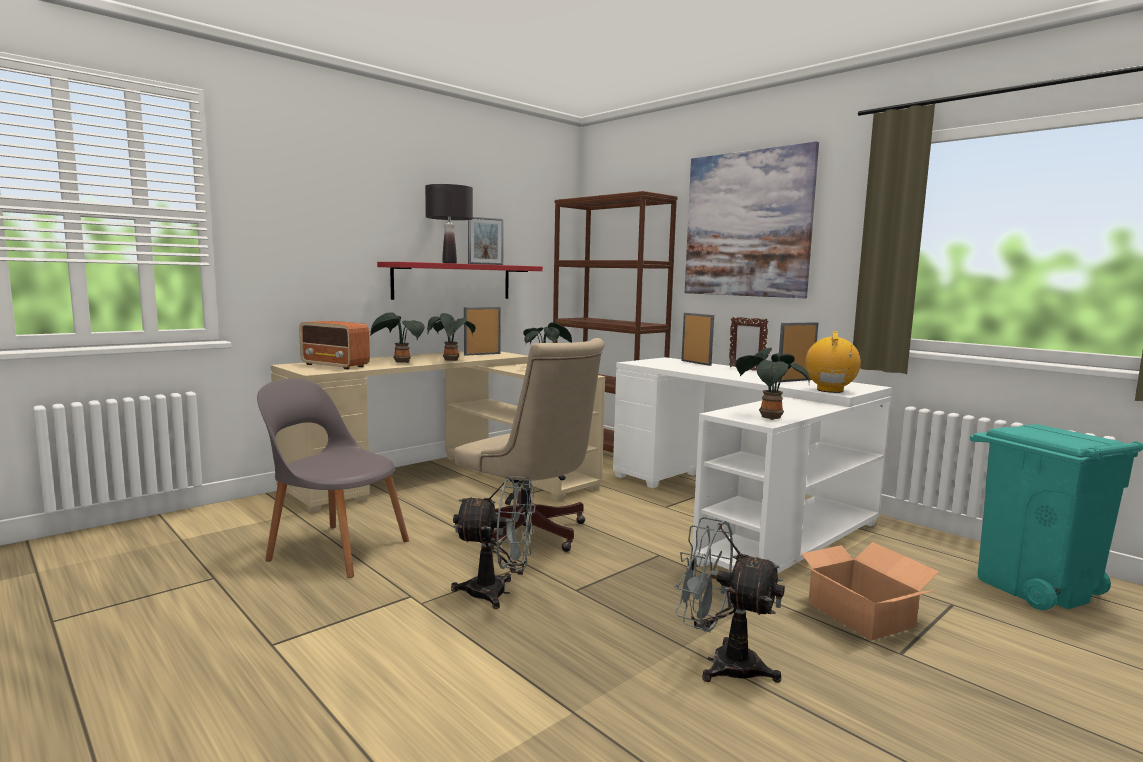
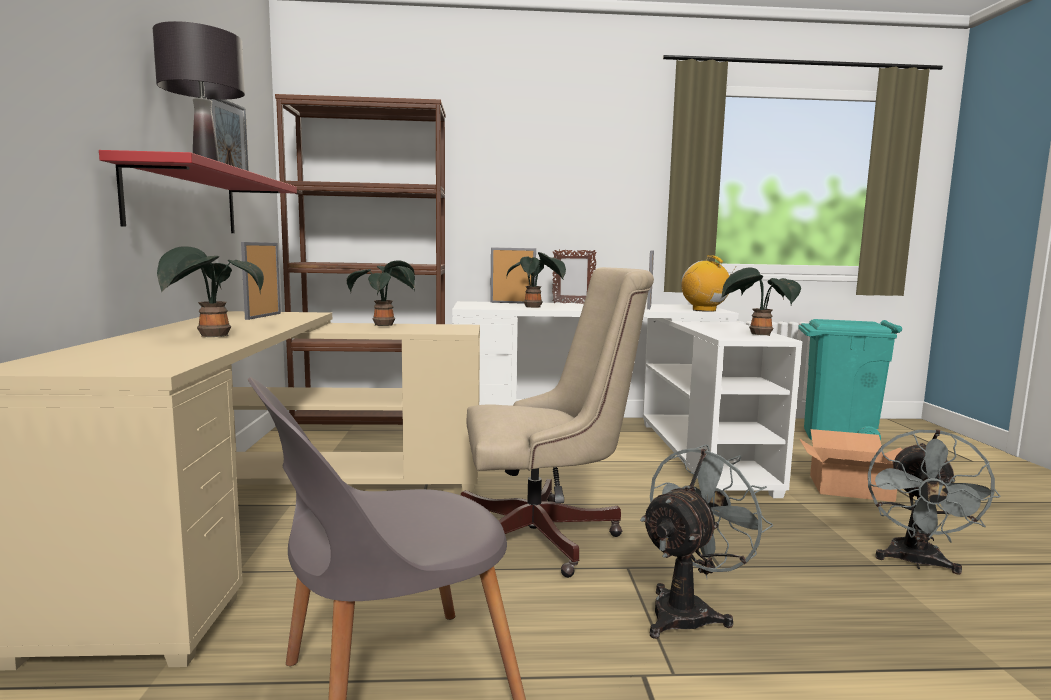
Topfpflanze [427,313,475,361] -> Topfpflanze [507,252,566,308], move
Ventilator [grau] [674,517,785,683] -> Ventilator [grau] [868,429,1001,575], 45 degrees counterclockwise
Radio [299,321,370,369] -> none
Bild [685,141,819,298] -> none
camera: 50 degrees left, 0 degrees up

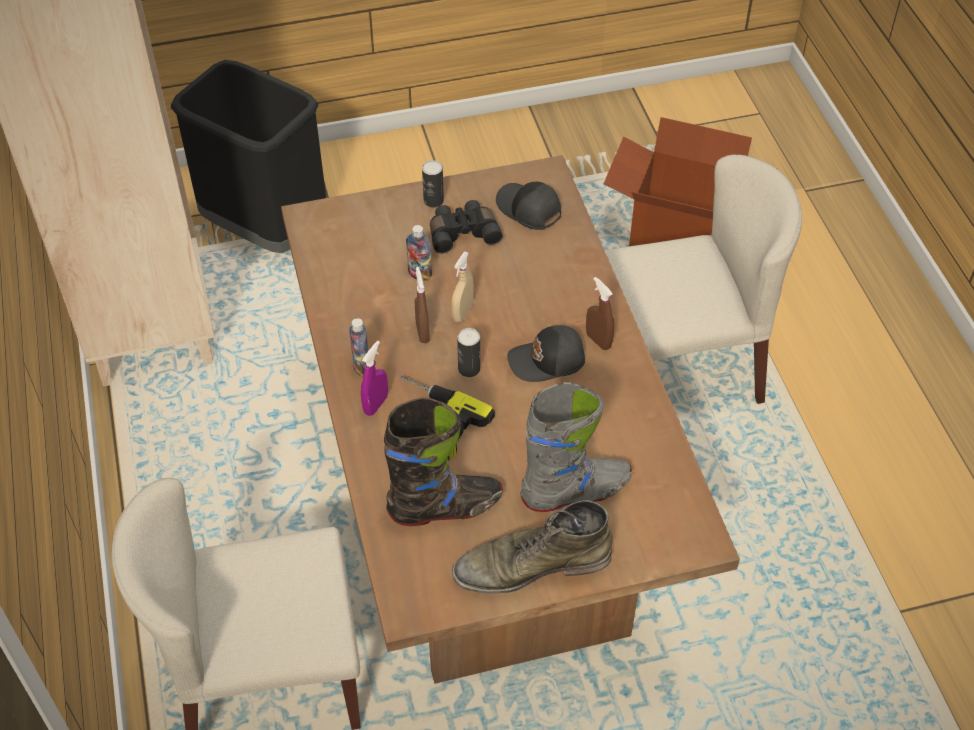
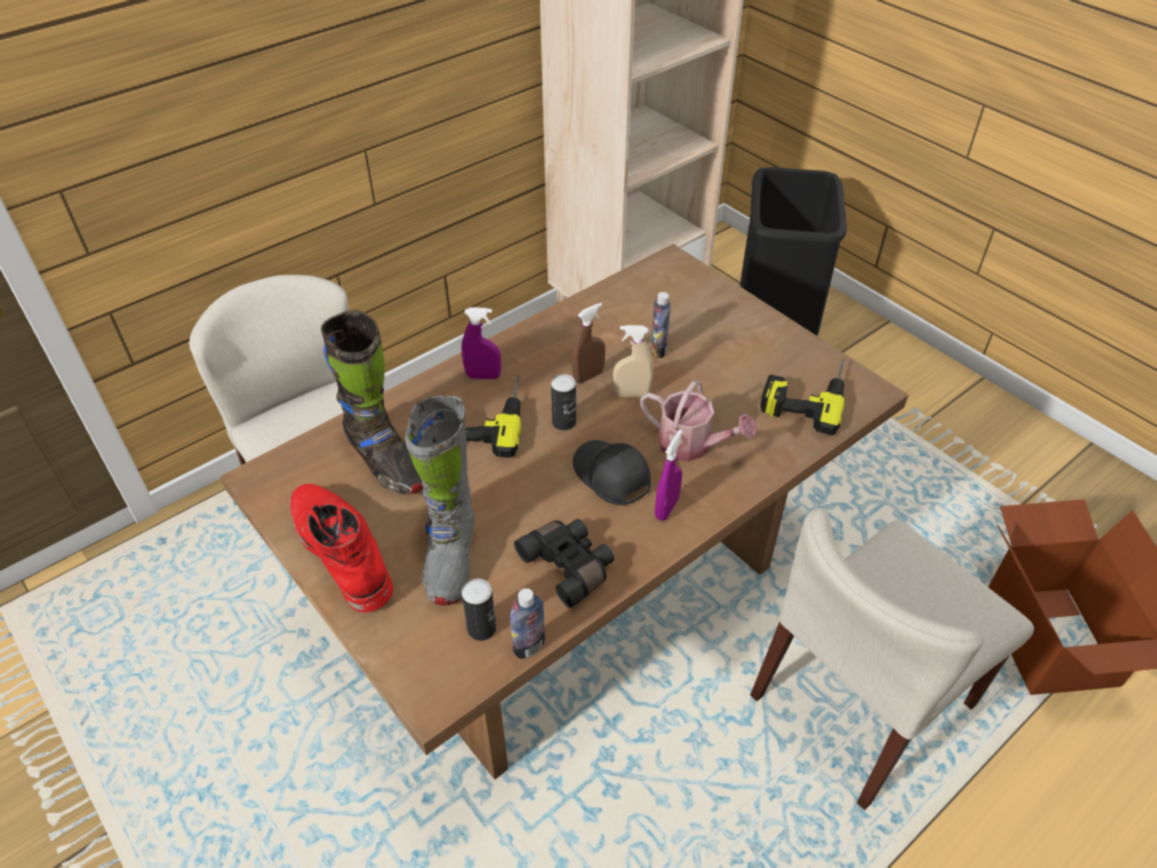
Stiefel [grün] [452,500,613,594] -> Stiefel [rot] [290,484,393,613]
Stiefel [grau] [521,382,632,512] -> Stiefel [grau] [404,395,474,606], 45 degrees clockwise
Dose [422,160,444,208] -> Dose [462,578,496,641], move
Flasche [349,318,369,377] -> Flasche [510,588,545,659], move
Fernglas [schwarz] [430,200,503,254] -> Fernglas [schwarz] [514,519,614,608], move
none -> Gießkanne [640,381,757,462]
Sprühflasche [braun] [586,277,614,350] -> Sprühflasche [lila] [655,430,683,521]
Stuhl [beige] [605,155,802,404] -> Stuhl [beige] [750,508,1034,810], 90 degrees clockwise
Kappe [schwarz] [496,182,561,230] -> Bohrmaschine [760,359,845,435]
camera: 65 degrees right, 5 degrees down

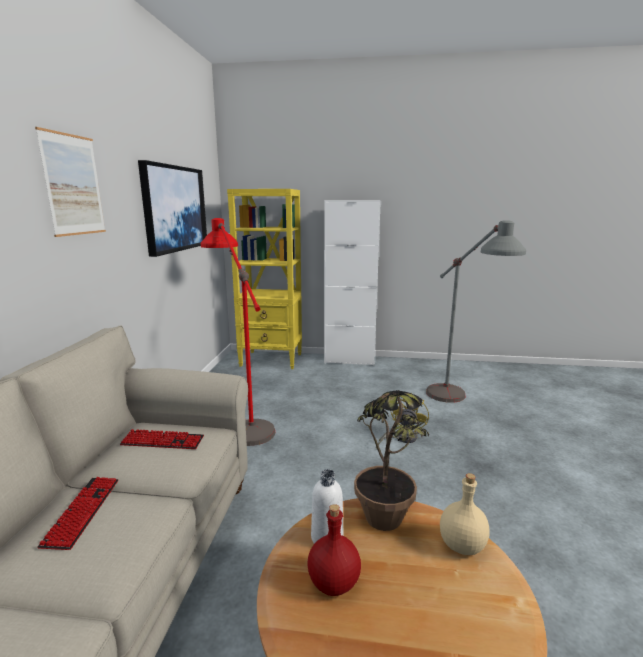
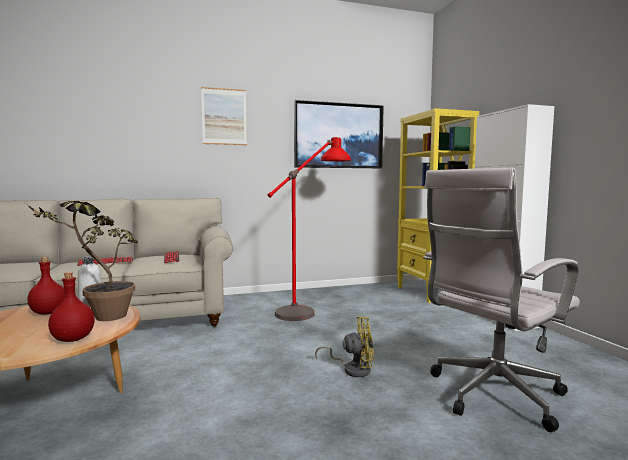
Flasche [beige] [440,473,489,555] -> Flasche [rot] [48,272,95,342]
Stehlampe [grau] [426,220,526,403] -> Bürostuhl [weiß] [423,168,580,432]
camera: 65 degrees right, 10 degrees down

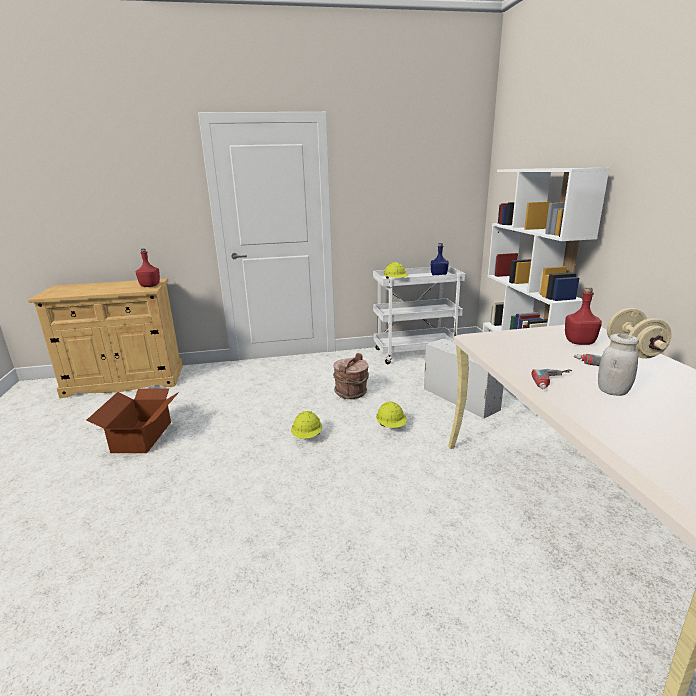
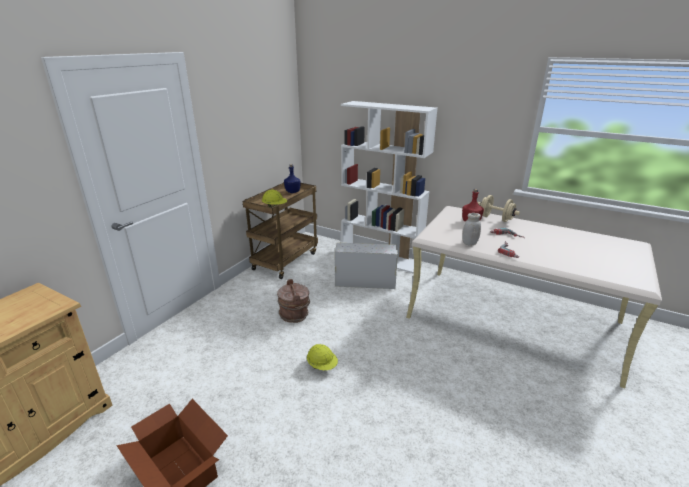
Rollwagen [weiß] [373,266,465,364] -> Rollwagen [braun] [243,182,318,279]
Vorratsglas [weiß] [598,334,639,396] -> Vorratsglas [weiß] [462,213,481,246], move
Flasche [rot] [136,249,160,287] -> none
Schutzhelm [gelb] [376,402,407,428] -> none
camera: 50 degrees left, 5 degrees up

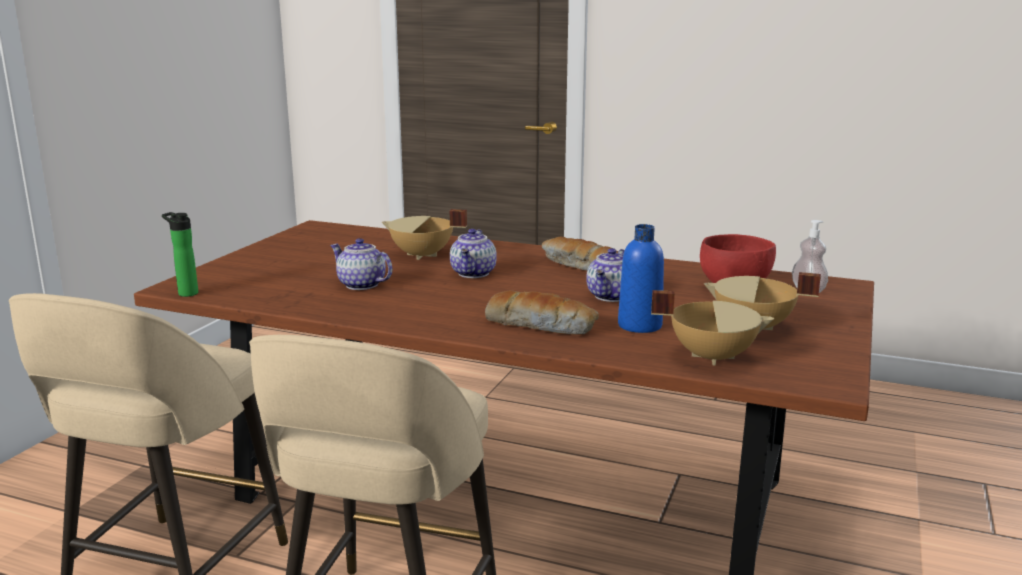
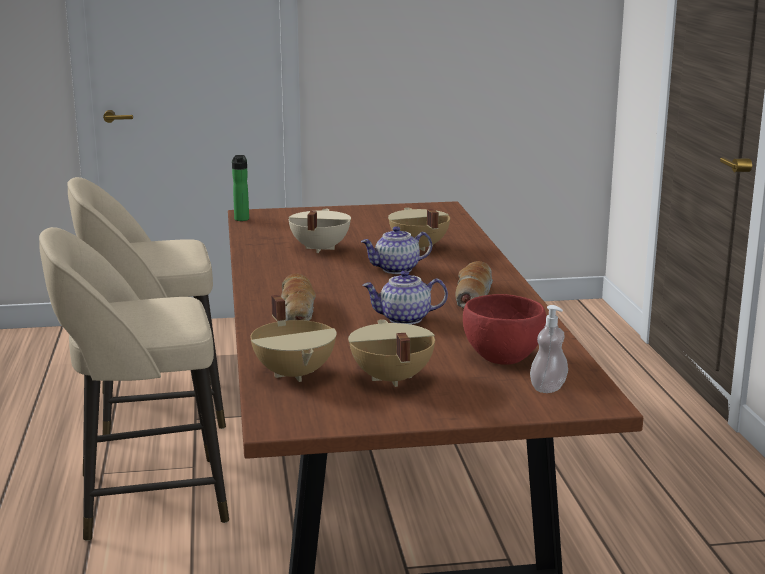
Teekanne [330,238,392,290] -> Kochtopf [beige] [289,209,351,253]
Flasche [blau] [618,224,664,333] -> none
camera: 60 degrees right, 0 degrees up

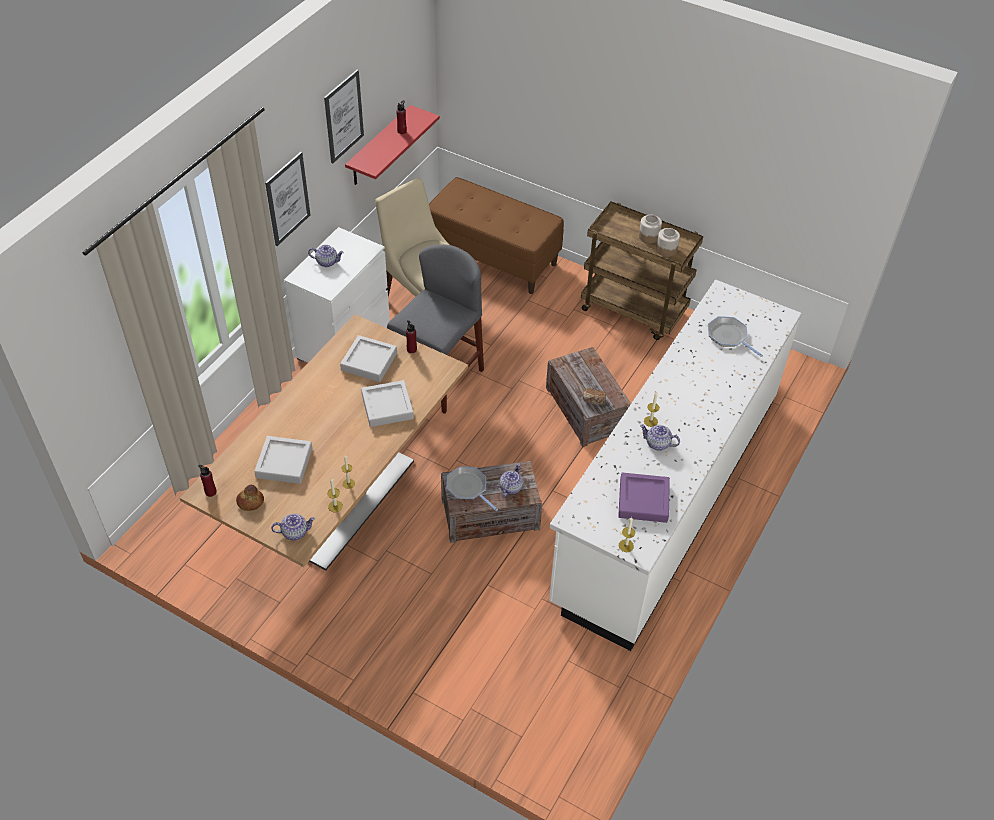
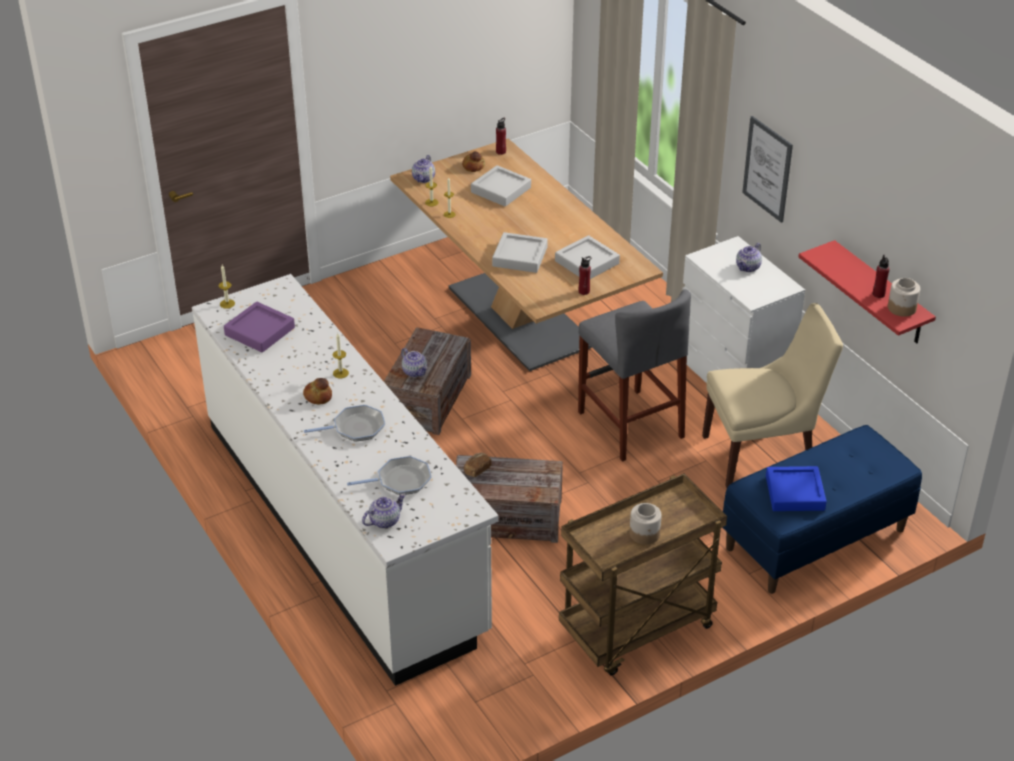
none -> Brot [303,378,332,404]
Pfanne [446,466,498,511] -> Pfanne [304,405,385,442], move
Teekanne [640,424,680,450] -> Teekanne [362,493,406,528], move
Bank [braun] [429,177,564,294] -> Bank [blau] [722,425,922,594]
none -> Tablett [blau] [766,466,827,511]
Vorratsglas [656,228,680,257] -> Vorratsglas [888,278,920,317], move
Bild [324,70,364,164] -> none
camera: 120 degrees right, 10 degrees down

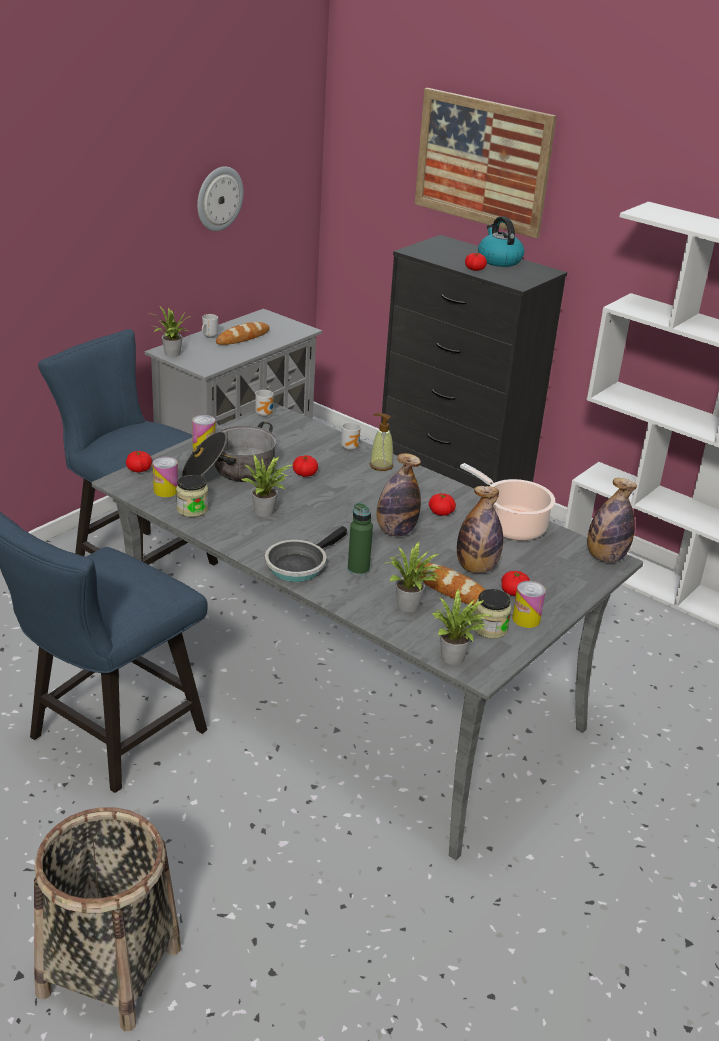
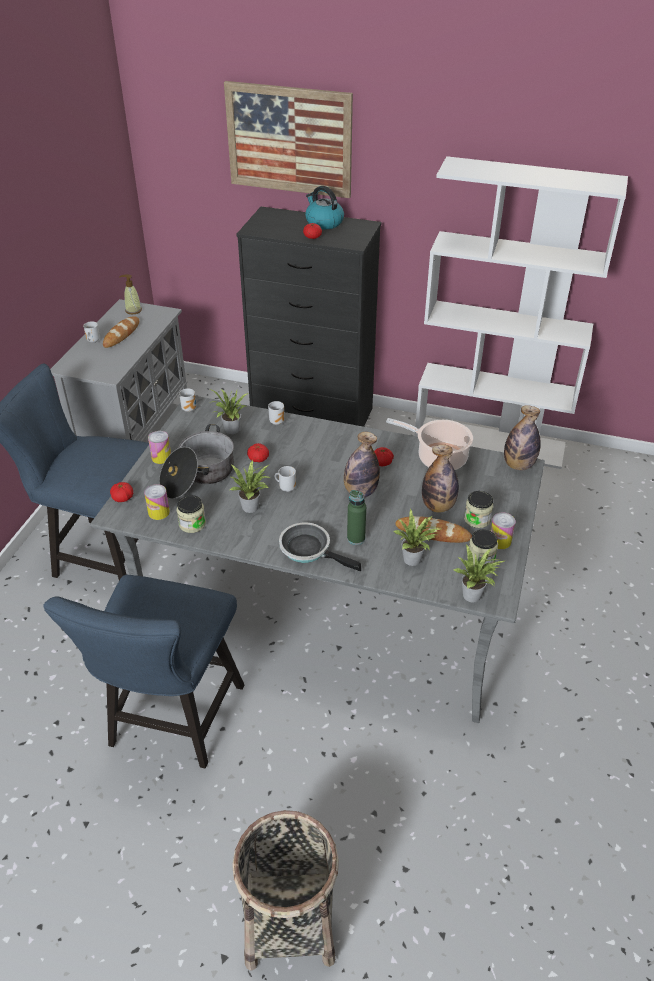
Seifenspender [369,413,393,471] -> Seifenspender [119,275,142,314], move
Topfpflanze [153,306,191,357] -> Topfpflanze [209,389,248,434], move
none -> Henkelbecher [274,466,296,492]
Pfanne [265,526,347,582] -> Pfanne [279,522,361,572], 105 degrees clockwise
Tomate [501,571,530,596] -> Vorratsglas [464,491,493,528]
Wanduhr [197,166,244,231] -> none
camera: 20 degrees left, 10 degrees up

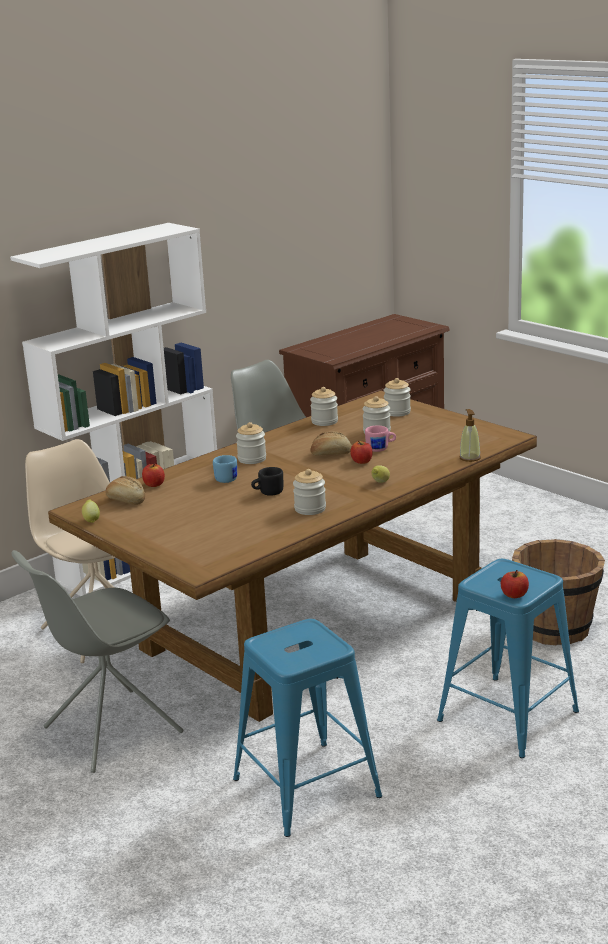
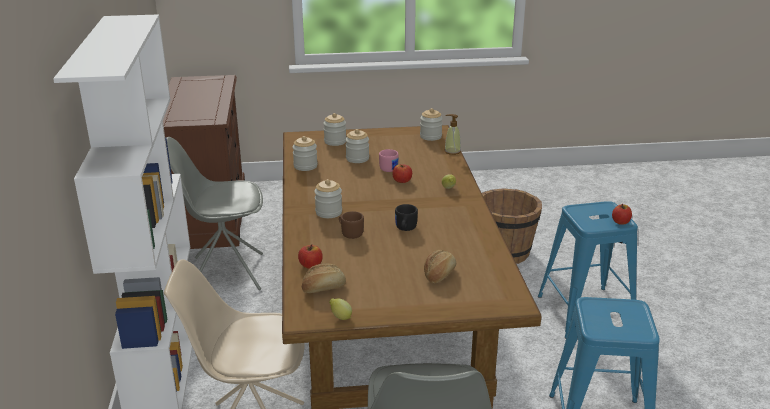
Henkelbecher [blau] [213,455,237,483] -> Henkelbecher [braun] [339,211,364,239]
Vorratsglas [293,469,326,515] -> Vorratsglas [420,108,443,141], move
Brot [310,431,352,456] -> Brot [424,250,456,283], move
camera: 55 degrees left, 5 degrees up

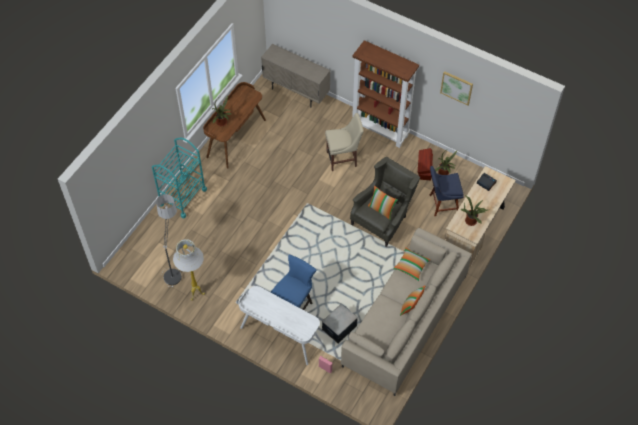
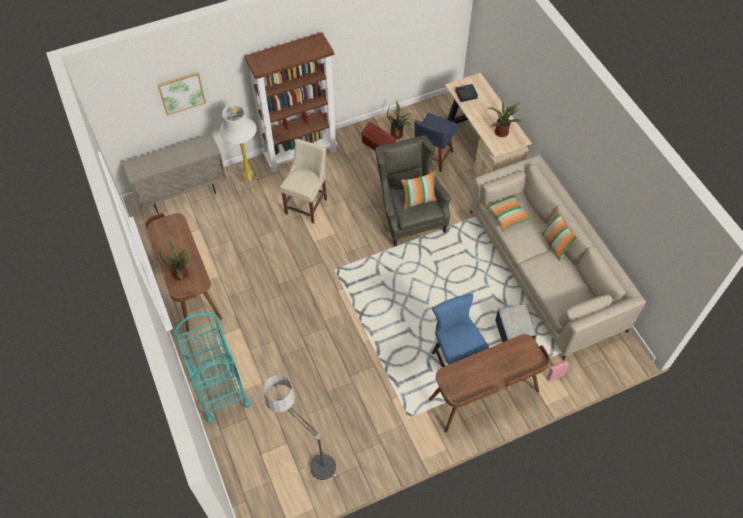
Bild [440,71,473,105] -> Bild [157,72,206,116], move
Stehlampe [weiß] [173,239,205,300] -> Stehlampe [weiß] [220,104,257,191], move
Schreibtisch [weiß] [239,286,322,365] -> Schreibtisch [braun] [428,334,550,433]
camera: 55 degrees left, 0 degrees up

